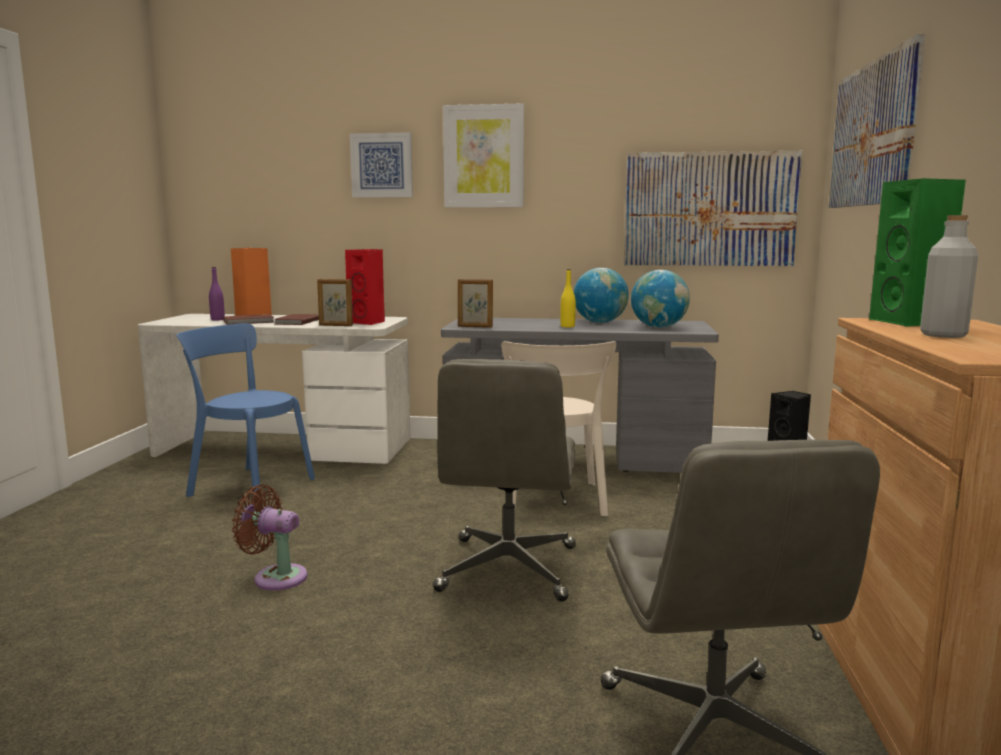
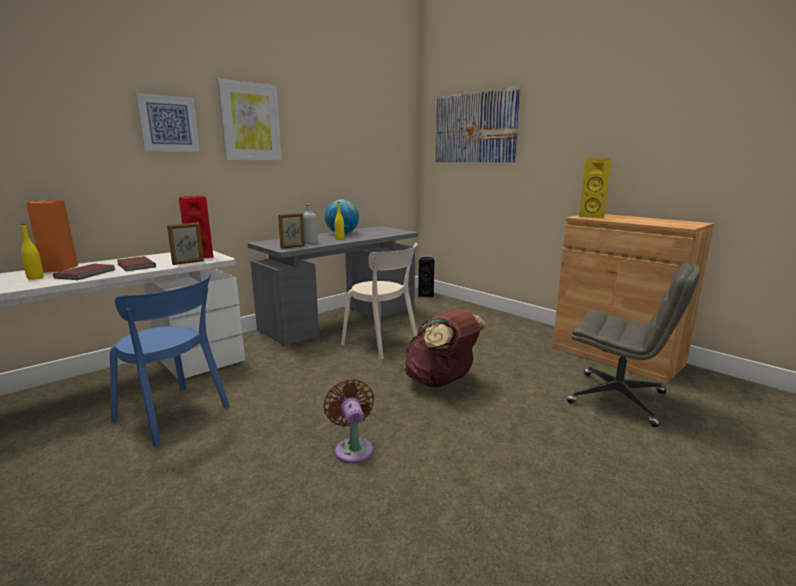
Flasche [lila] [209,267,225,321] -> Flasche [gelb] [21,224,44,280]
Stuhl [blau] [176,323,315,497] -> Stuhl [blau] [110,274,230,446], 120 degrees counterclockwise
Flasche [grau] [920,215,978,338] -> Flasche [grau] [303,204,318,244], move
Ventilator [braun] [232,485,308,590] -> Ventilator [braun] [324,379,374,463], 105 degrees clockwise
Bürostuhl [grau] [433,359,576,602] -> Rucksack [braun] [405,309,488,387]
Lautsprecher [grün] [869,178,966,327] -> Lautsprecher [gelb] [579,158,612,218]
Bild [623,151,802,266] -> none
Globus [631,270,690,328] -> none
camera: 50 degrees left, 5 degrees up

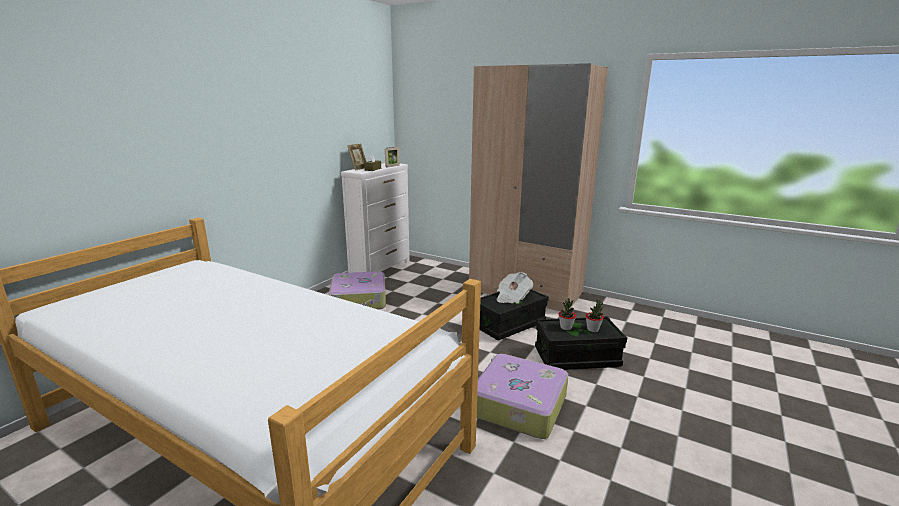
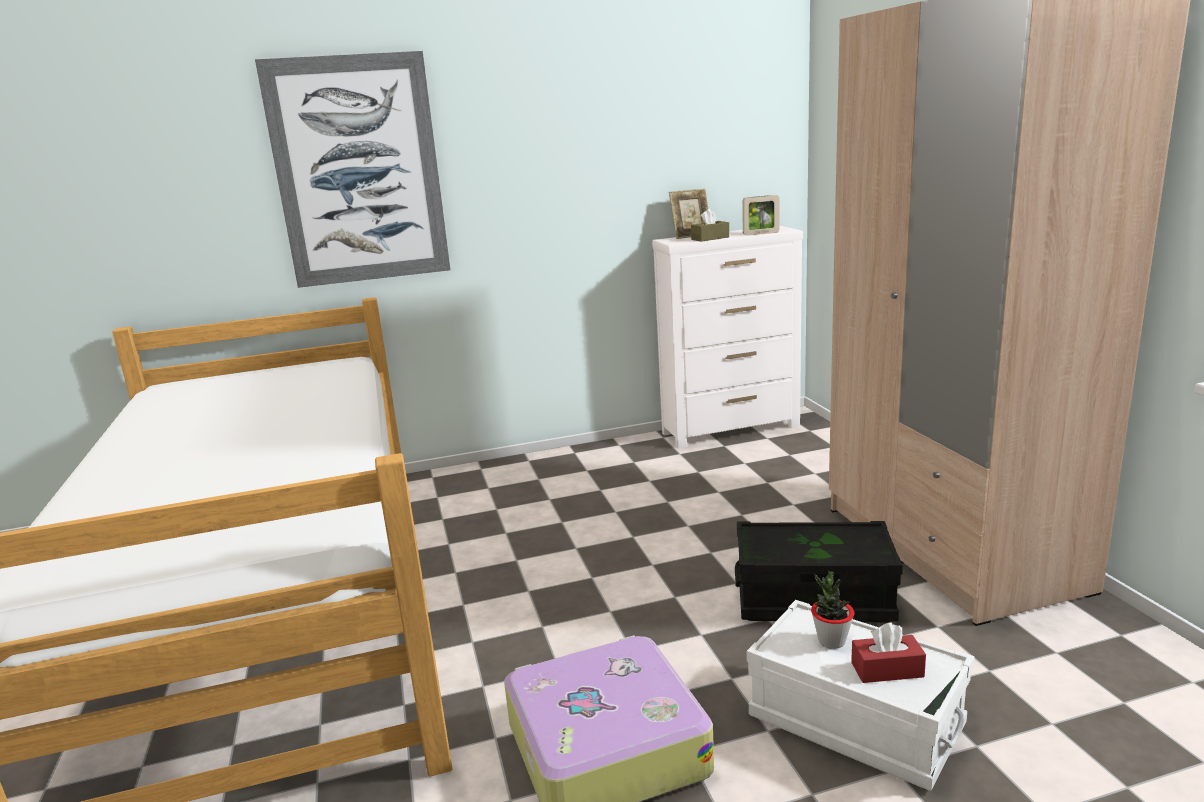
none -> Bild [255,51,450,288]
Aufbewahrungsbox [schwarz] [535,316,627,370] -> Aufbewahrungsbox [weiß] [747,600,974,791]
Topfpflanze [586,299,604,332] -> Taschentuchbox [rot] [851,622,926,683]
Koffer [329,271,386,310] -> none
Zeitung [497,272,533,304] -> none
camera: 45 degrees right, 0 degrees up

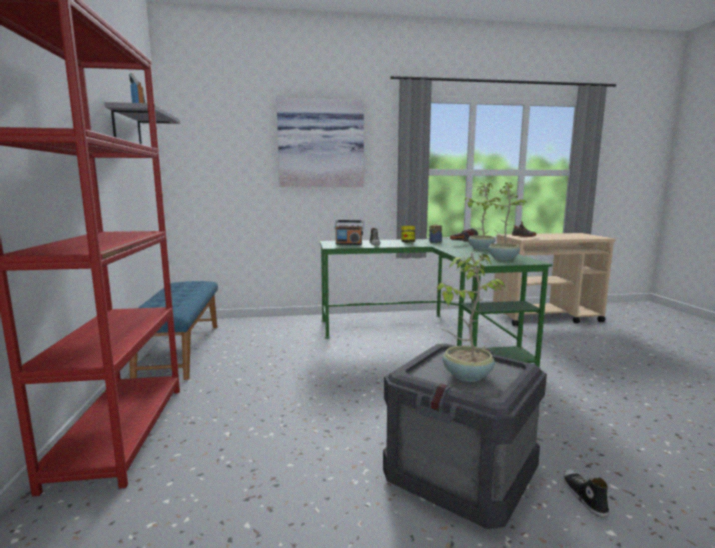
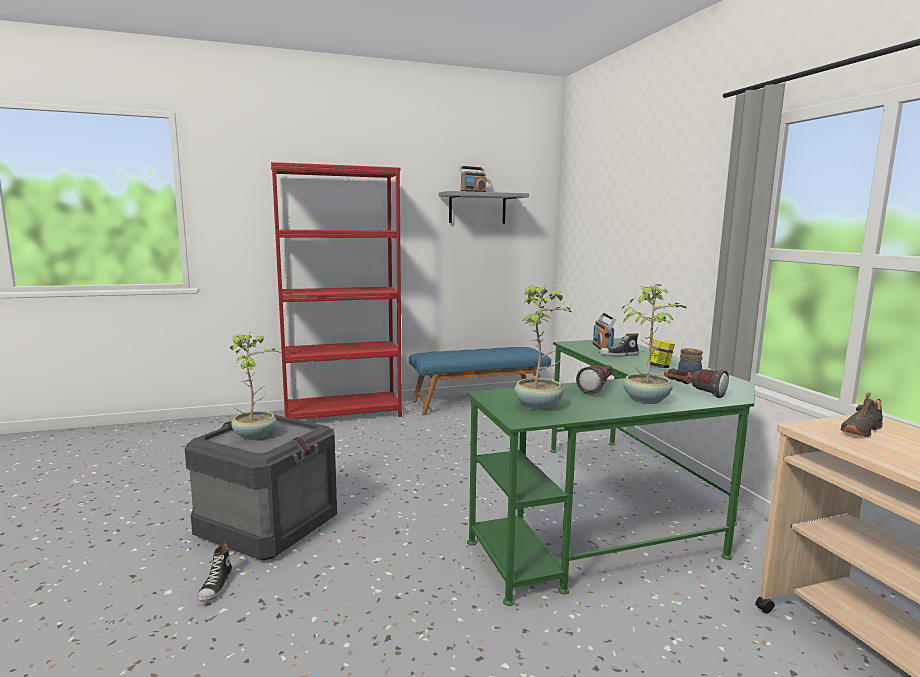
Schuh [563,469,609,518] -> Schuh [198,544,232,602], 105 degrees clockwise
none -> Taschenlampe [576,365,613,395]
Bild [276,98,364,187] -> none
camera: 80 degrees right, 0 degrees up

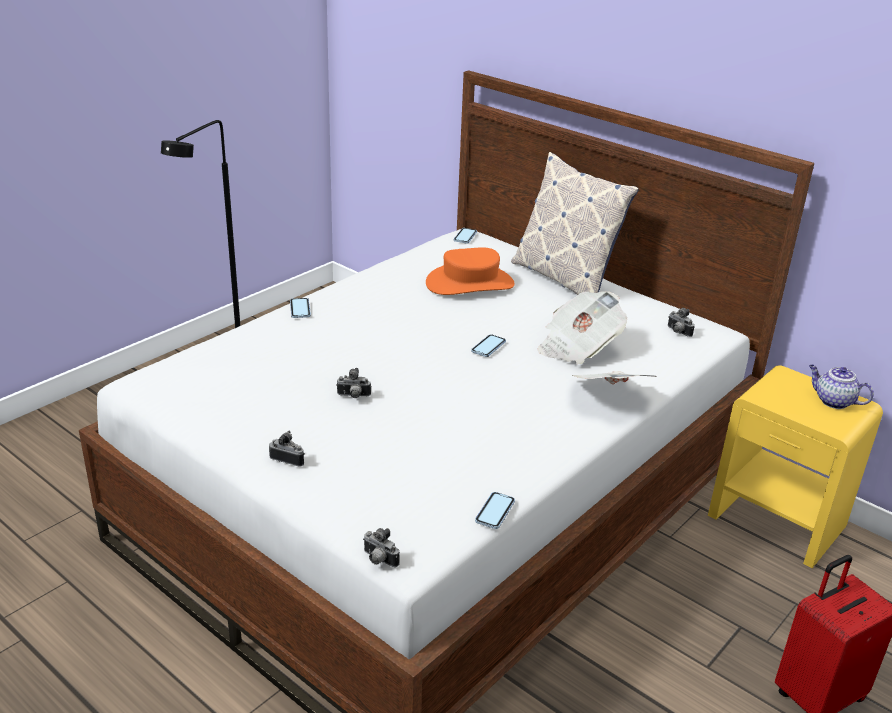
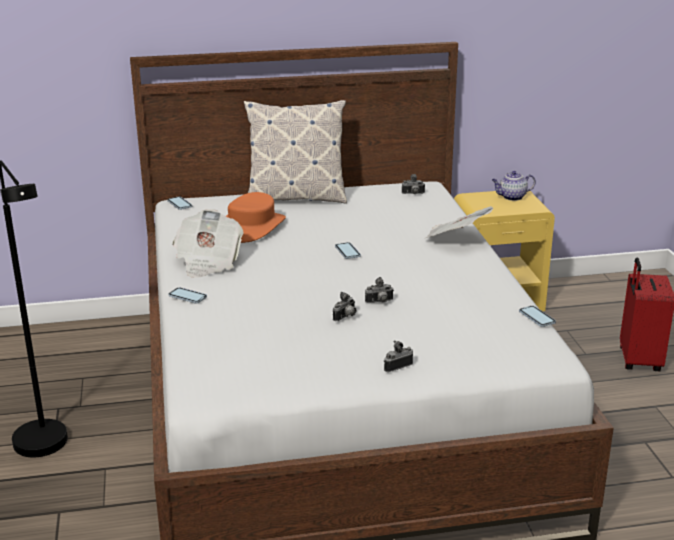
Zeitung [537,291,627,364] -> Zeitung [173,209,244,278], move
Kamera [363,528,400,567] -> Kamera [365,277,394,303], move
camera: 50 degrees left, 5 degrees down

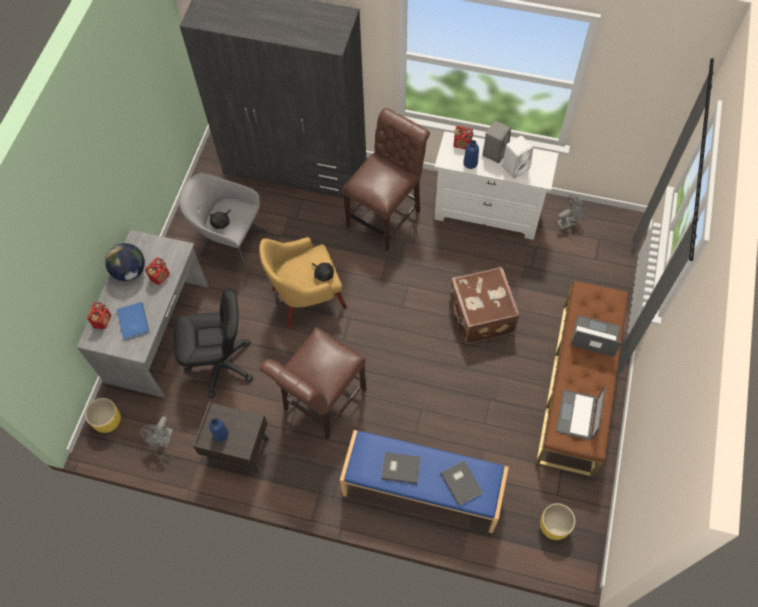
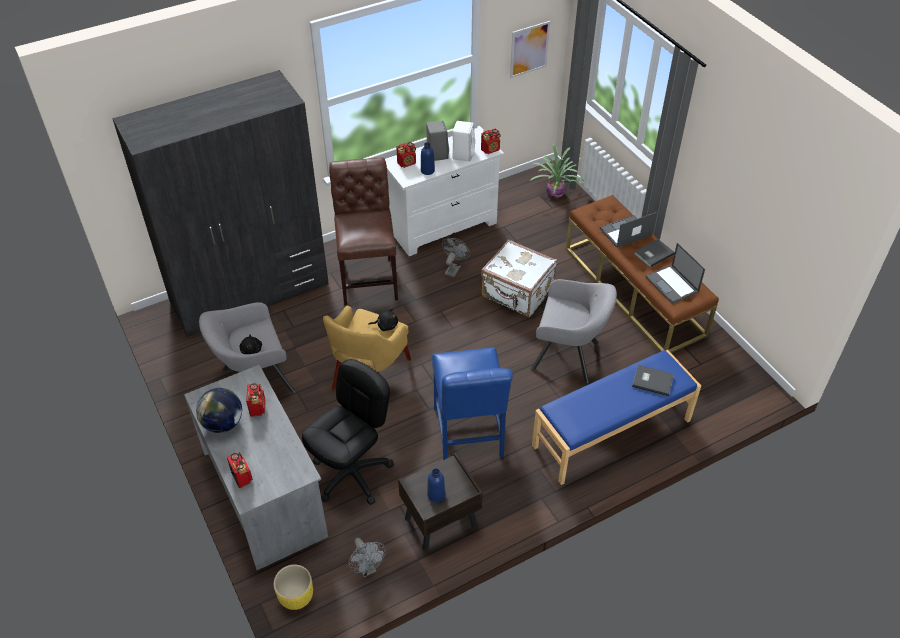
Stuhl [braun] [259,327,367,440] -> Stuhl [blau] [432,347,513,460]
Ventilator [grau] [557,195,586,230] -> Ventilator [grau] [442,238,470,277], move
none -> Radio [481,129,501,154]
Koffer [braun] [450,267,520,344] -> Koffer [weiß] [481,239,557,317]
none -> Bild [510,21,550,78]
none -> Topfpflanze [530,144,586,198]
none -> Sessel [grau] [530,279,617,383]
Buch [grau] [381,452,421,484] -> Buch [grau] [635,239,675,268], move
Buch [blau] [117,302,149,340] -> none
Pflanzkübel [gelb] [540,503,575,540] -> none
camera: 45 degrees left, 15 degrees down

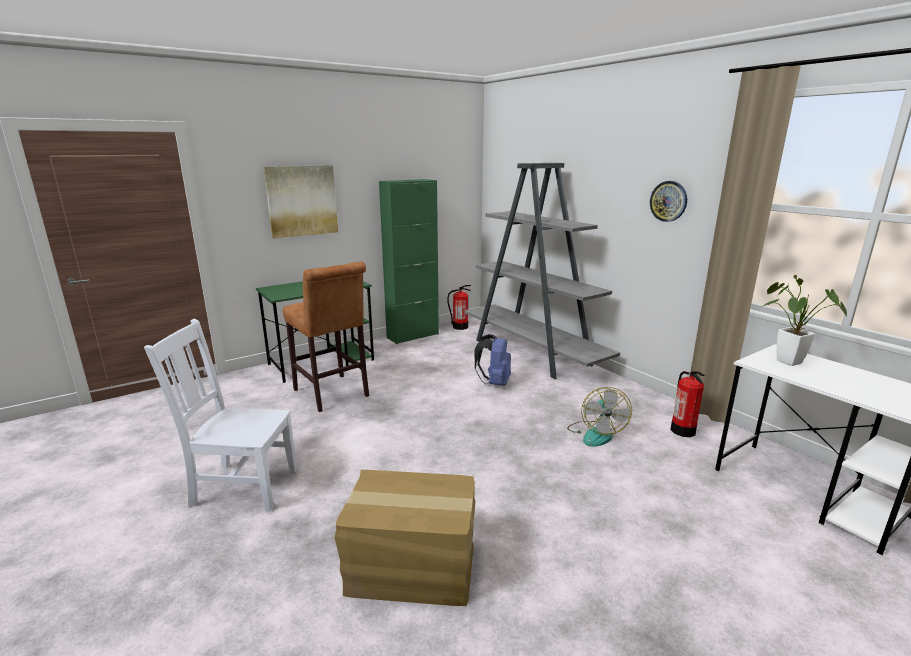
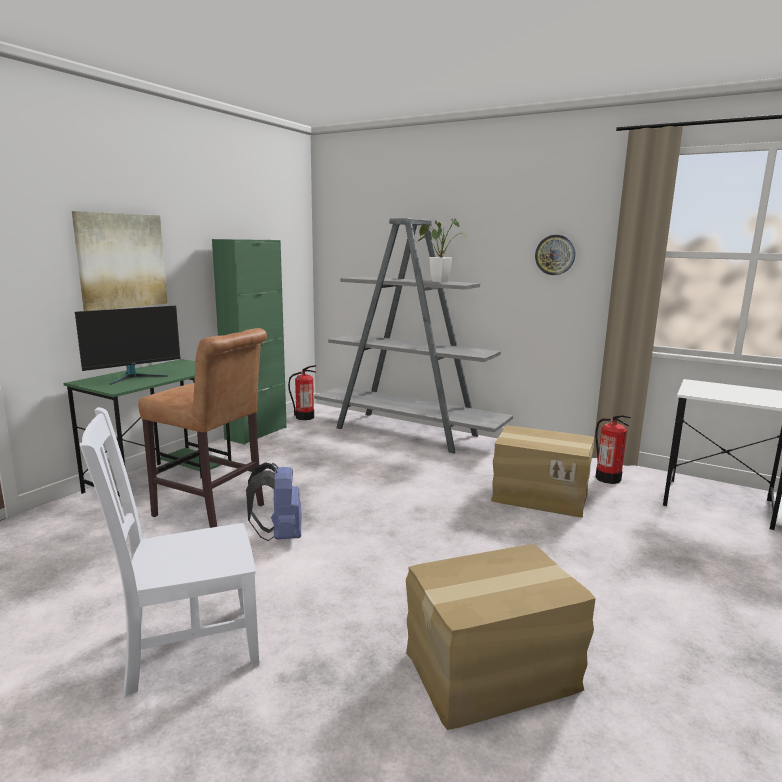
none -> Monitor [75,305,181,385]
Rucksack [blau] [474,334,511,386] -> Rucksack [blau] [246,462,301,541], move
Topfpflanze [763,275,847,366] -> Topfpflanze [417,219,467,283], move
Ventilator [567,387,632,447] -> Karton [491,426,594,518]
camera: 25 degrees left, 5 degrees down

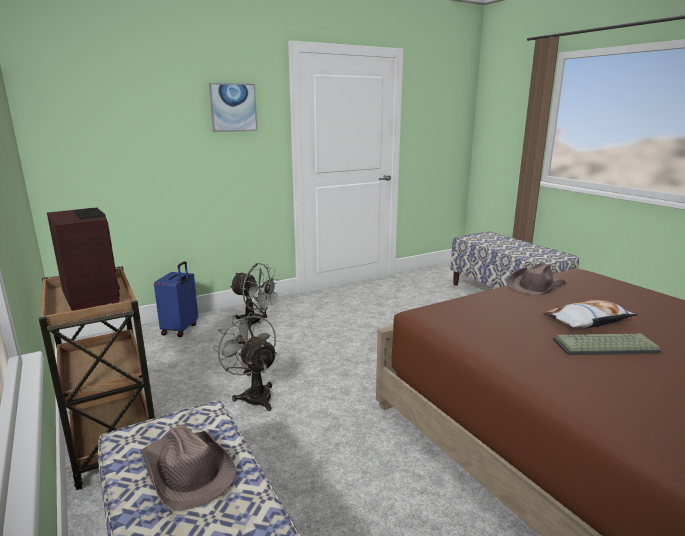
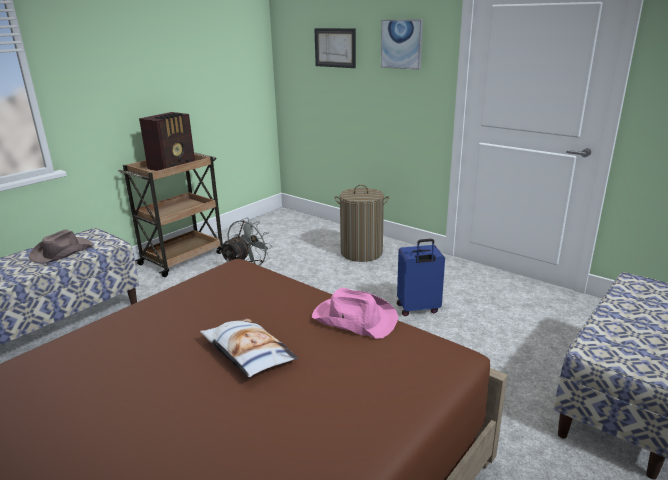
Hut [braun] [507,262,566,295] -> Hut [rosa] [312,288,398,339]
none -> Bild [314,28,356,68]
Ventilator [grau] [230,263,278,330] -> Wäschekorb [334,185,390,262]
Koffer [blau] [154,261,198,337] -> Koffer [blau] [397,239,445,316], move
Tastatur [552,334,662,355] -> none
camera: 70 degrees right, 5 degrees up

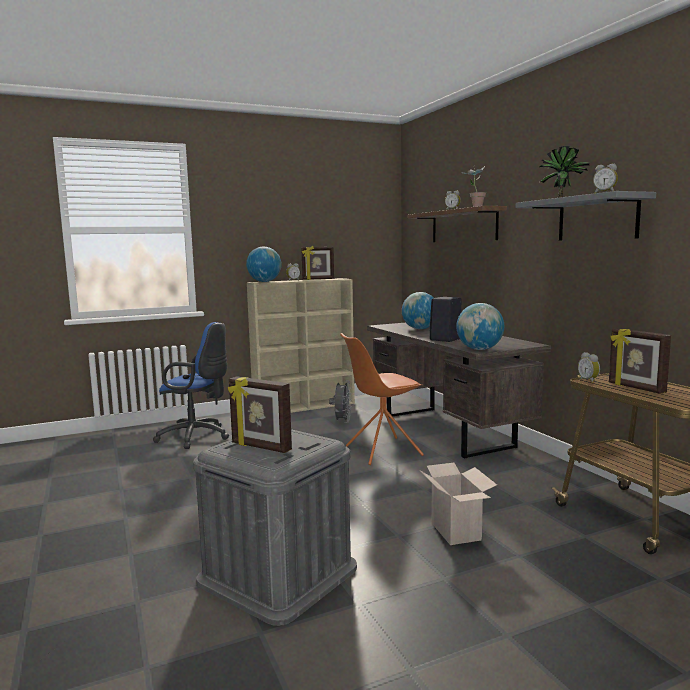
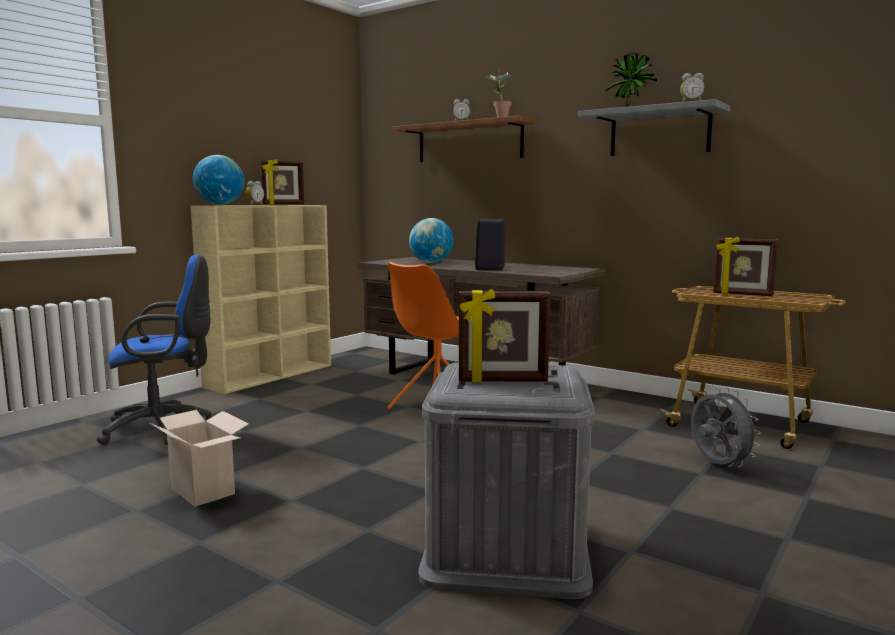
Karton [420,463,497,545] -> Karton [150,410,249,507], move
Ventilator [grau] [329,380,352,423] -> Ventilator [grau] [691,388,761,467], move
Globus [456,303,504,350] -> none
Wecker [578,352,600,383] -> none
camera: 30 degrees left, 0 degrees up

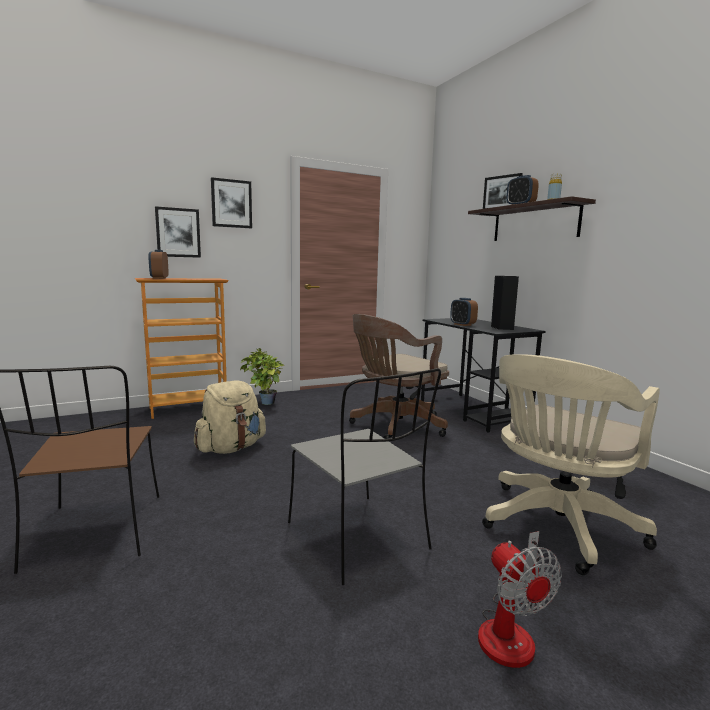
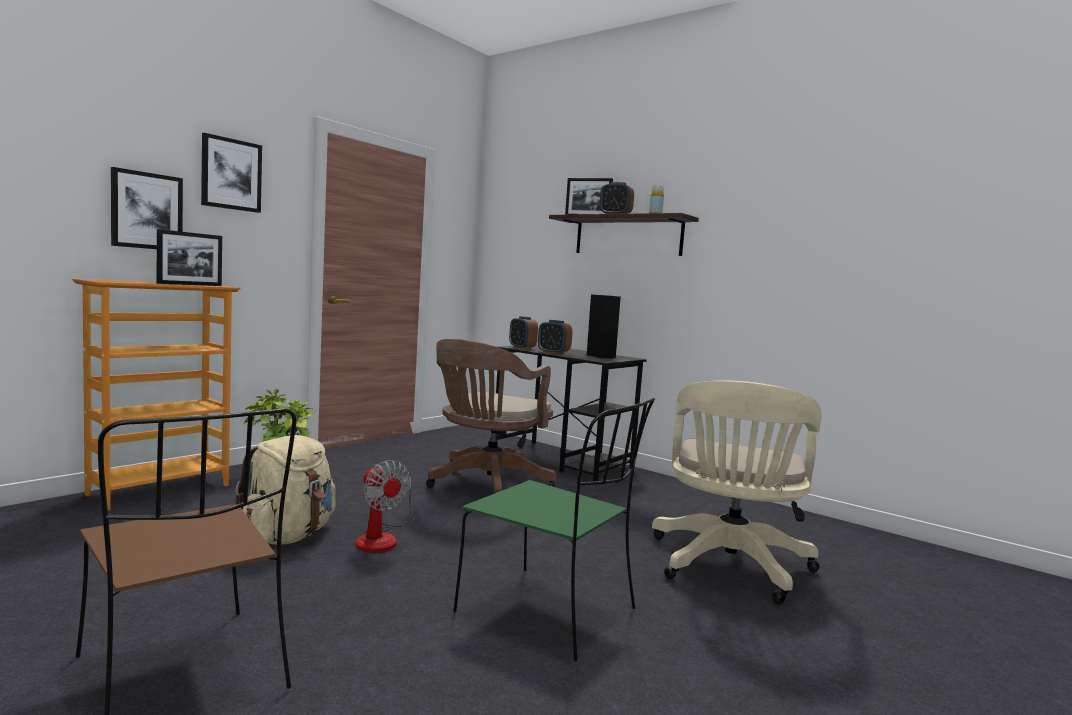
none -> Bilderrahmen [157,229,222,286]
Ventilator [478,531,562,668] -> Ventilator [356,460,414,553], move
Stuhl [grau] [288,368,441,585] -> Stuhl [grün] [453,398,655,661]
Wecker [148,250,169,279] -> Wecker [509,316,538,349], move
camera: 25 degrees left, 5 degrees down

